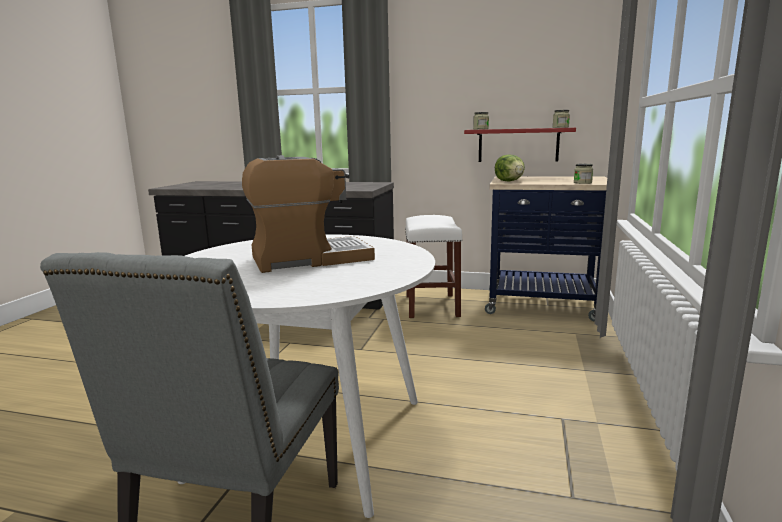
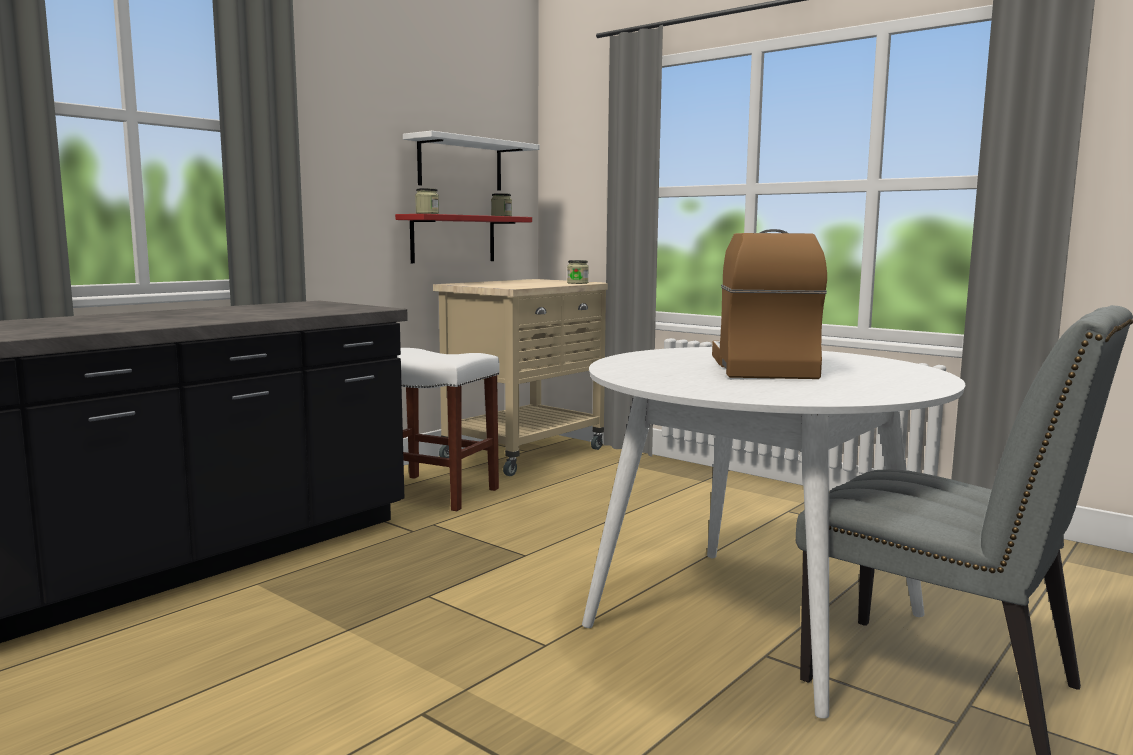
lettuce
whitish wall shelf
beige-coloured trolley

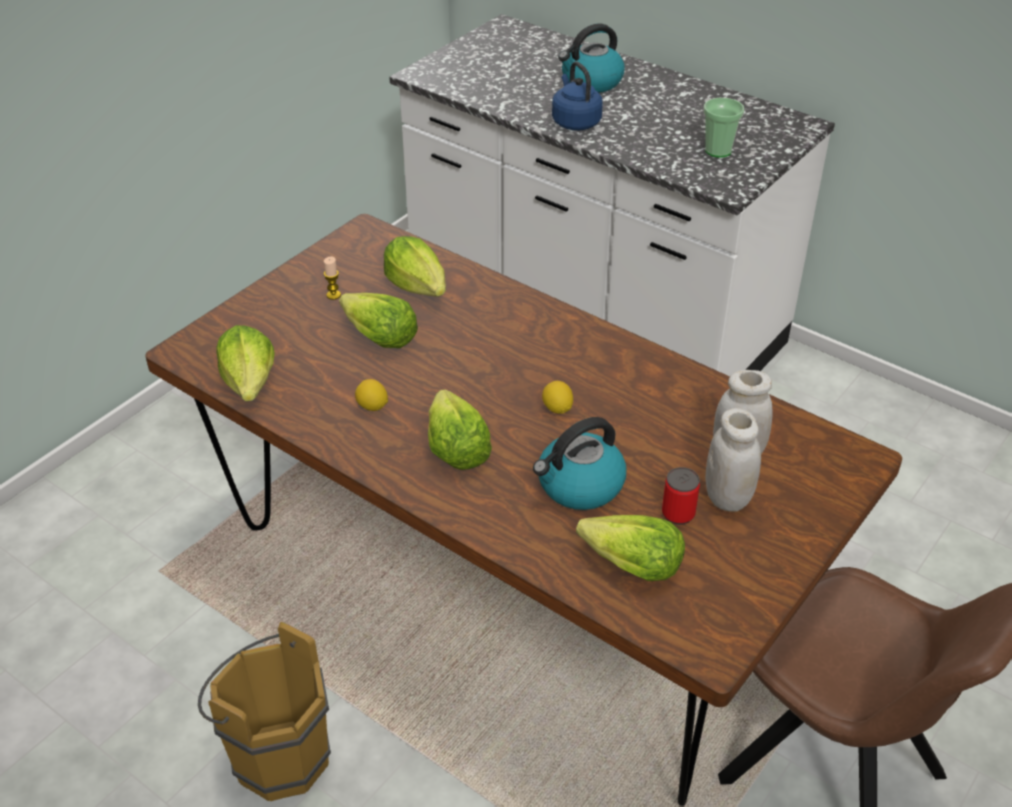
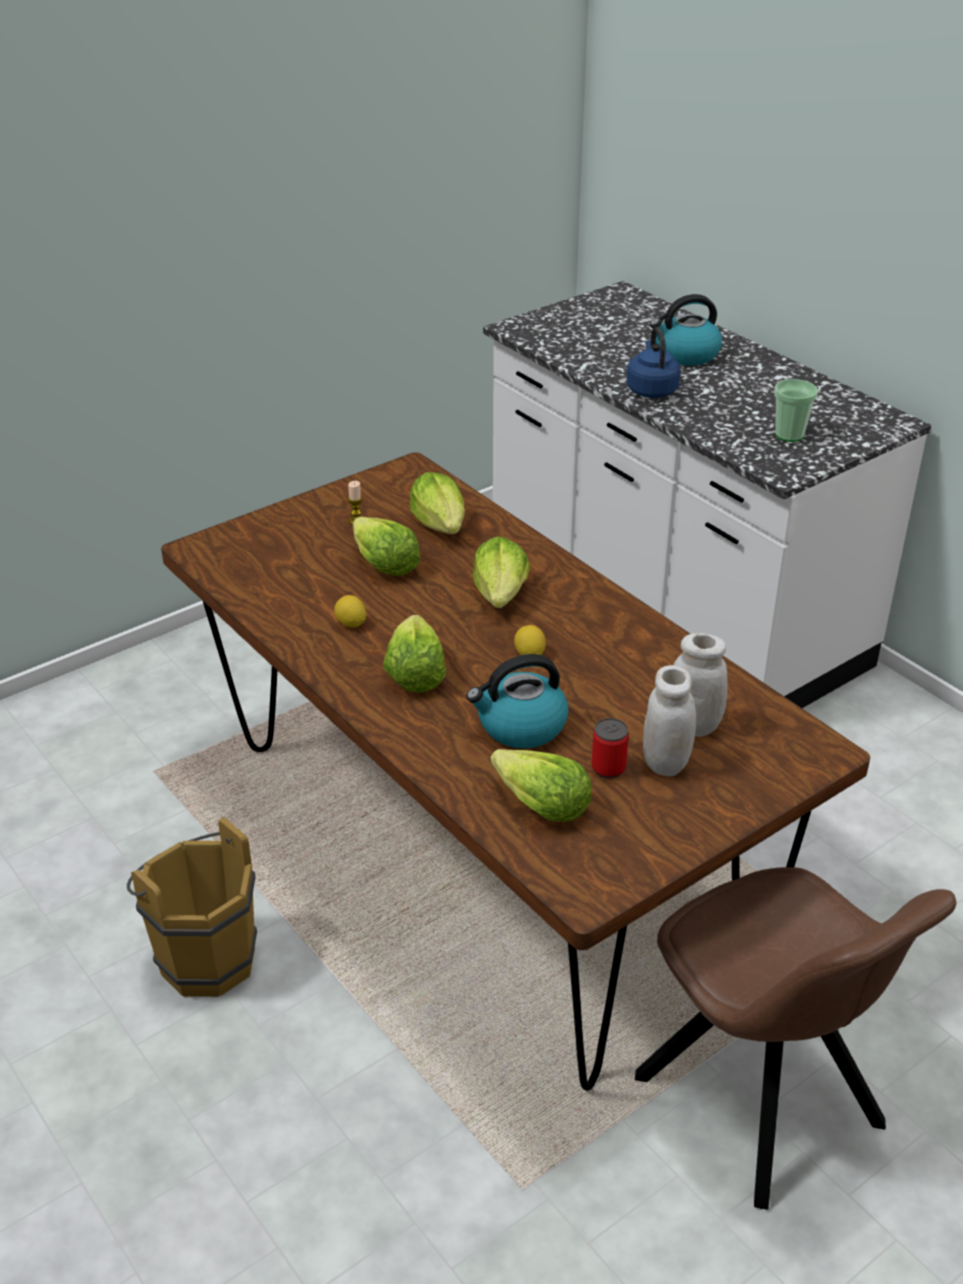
lettuce (no. 4 from left)

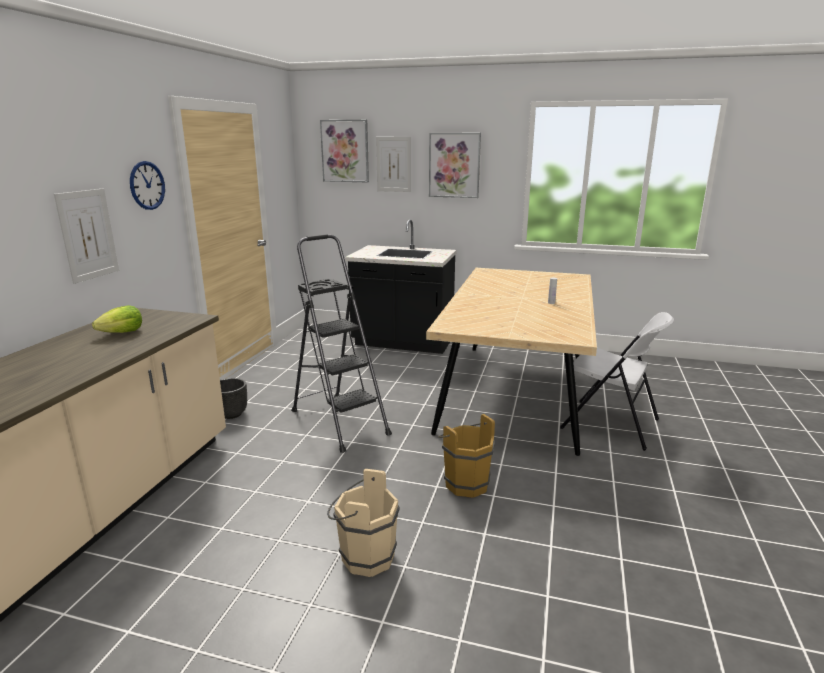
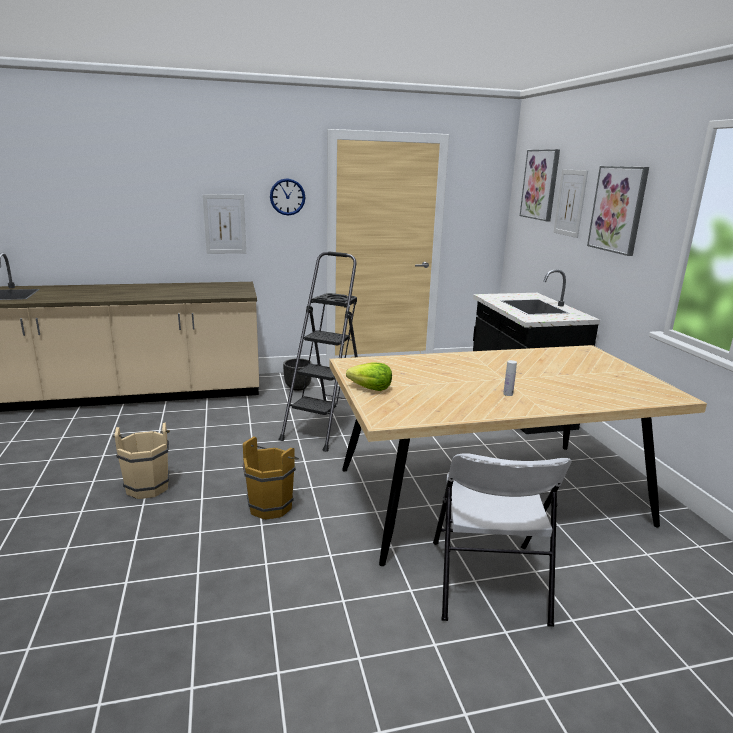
lettuce

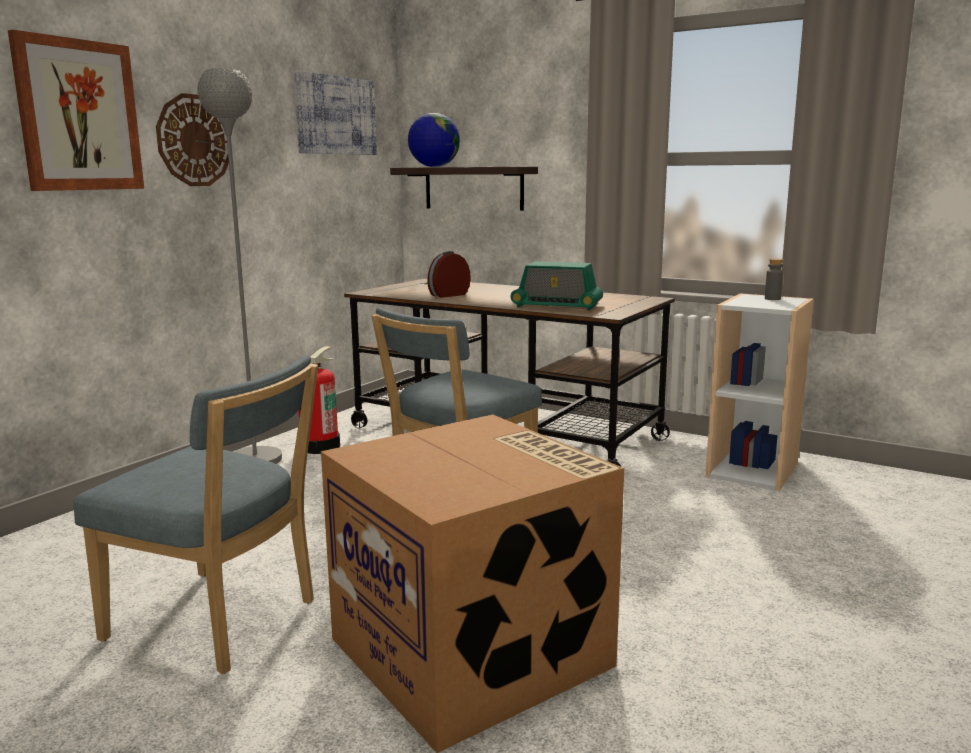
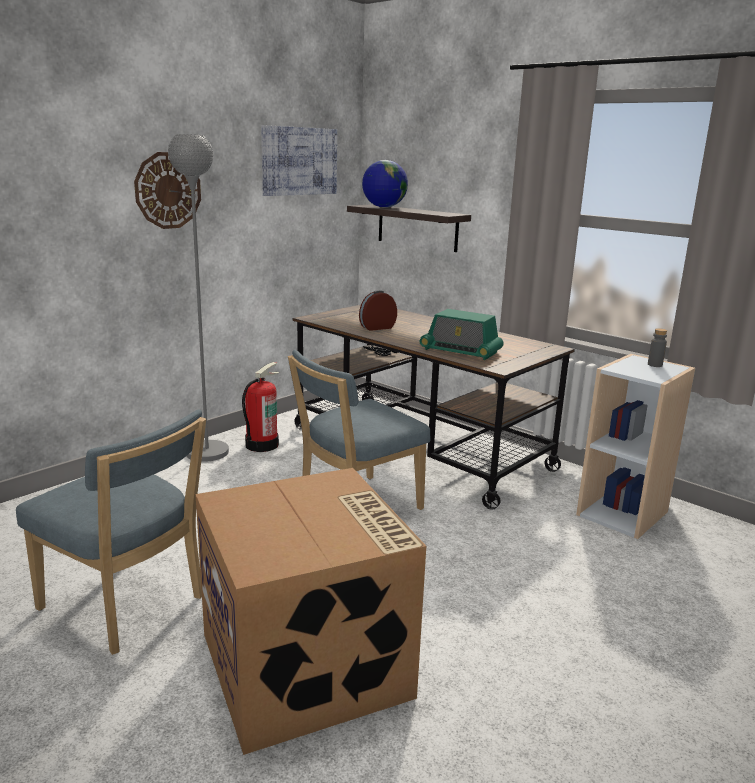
wall picture (no. 1 from left in the first image)

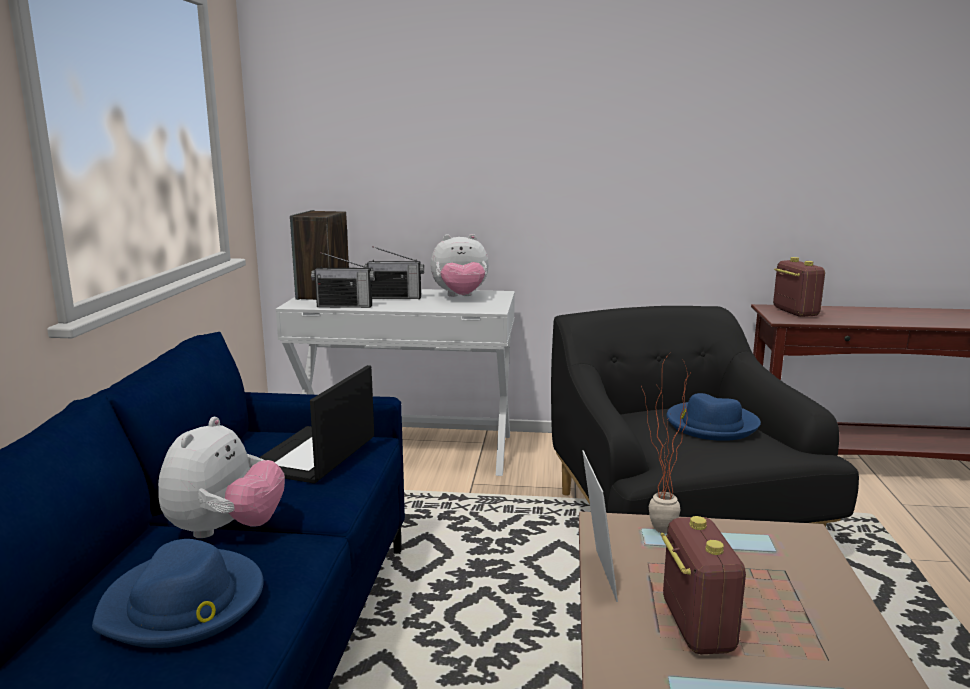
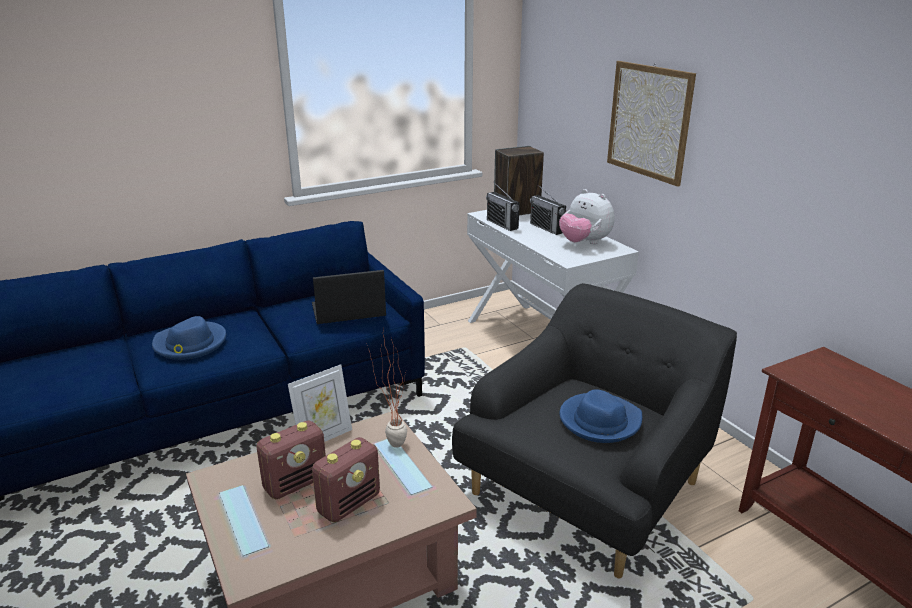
cuddly toy (no. 1 from left in the first image)
wall picture
radio set (no. 2 from left)

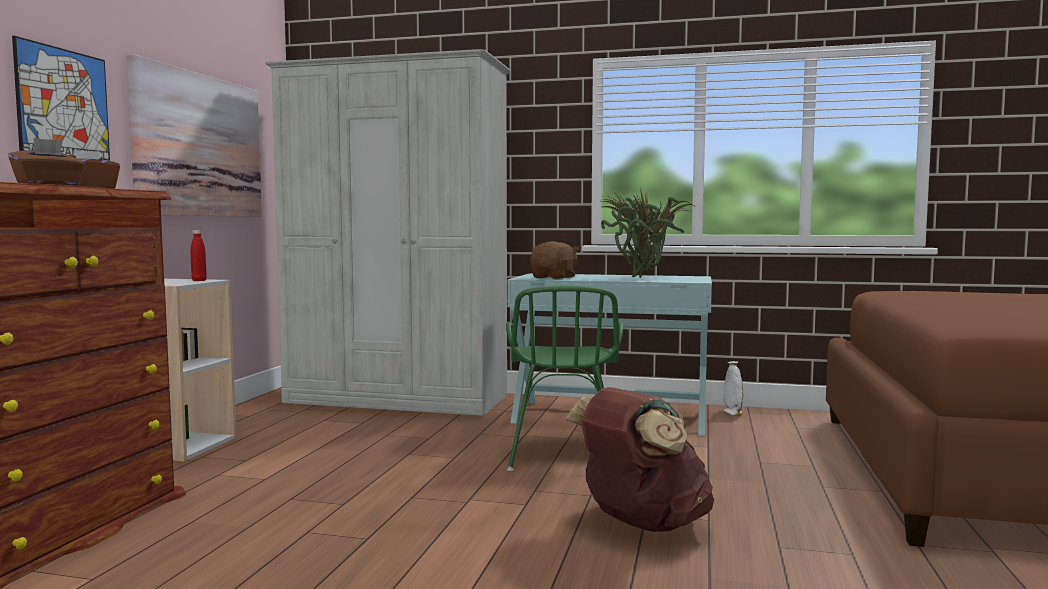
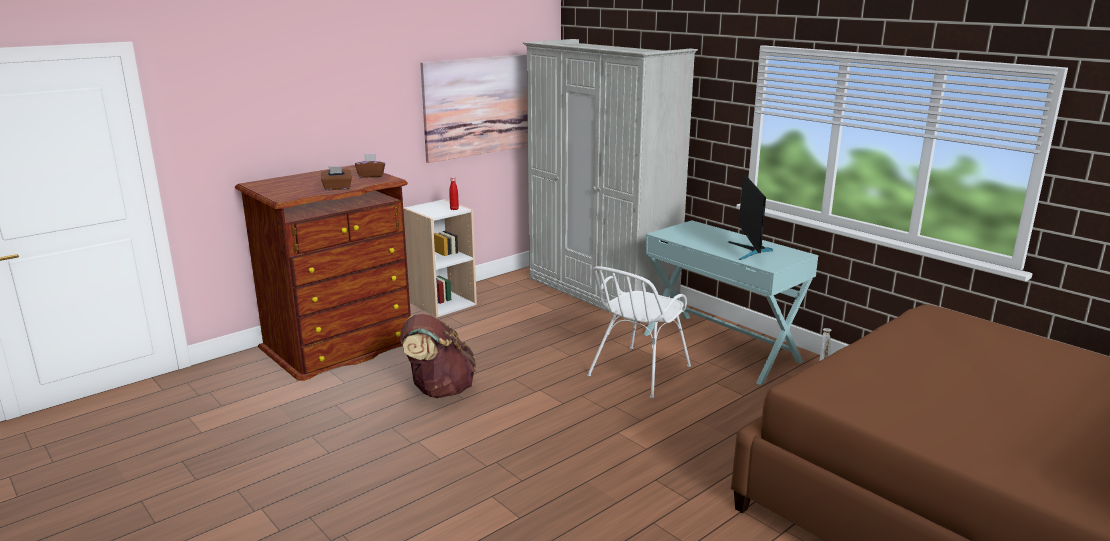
wall picture (no. 1 from left in the first image)
brown-coloured cuddly toy
brown-coloured rucksack
computer screen
whitish chair

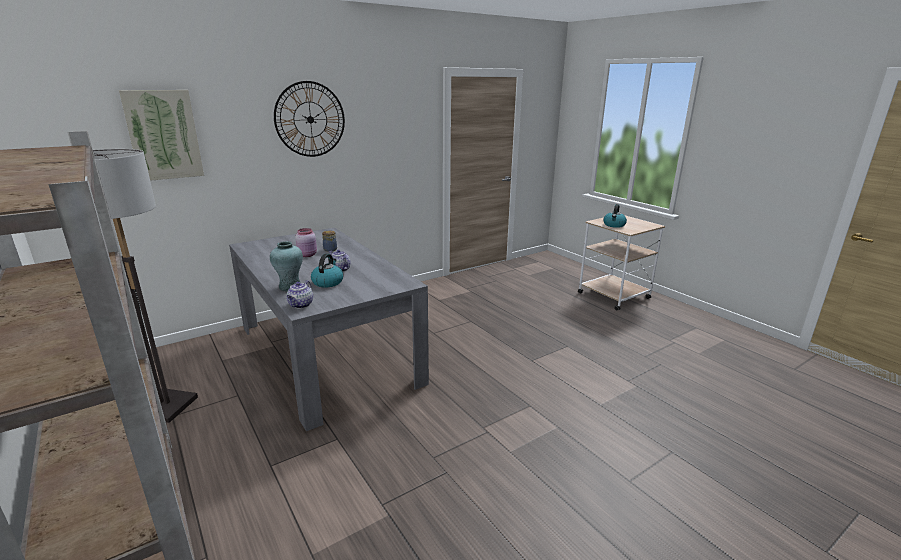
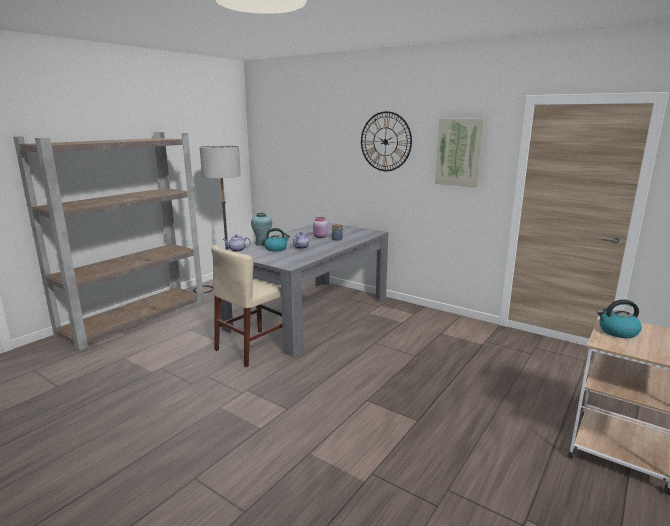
beige-coloured chair
wall picture

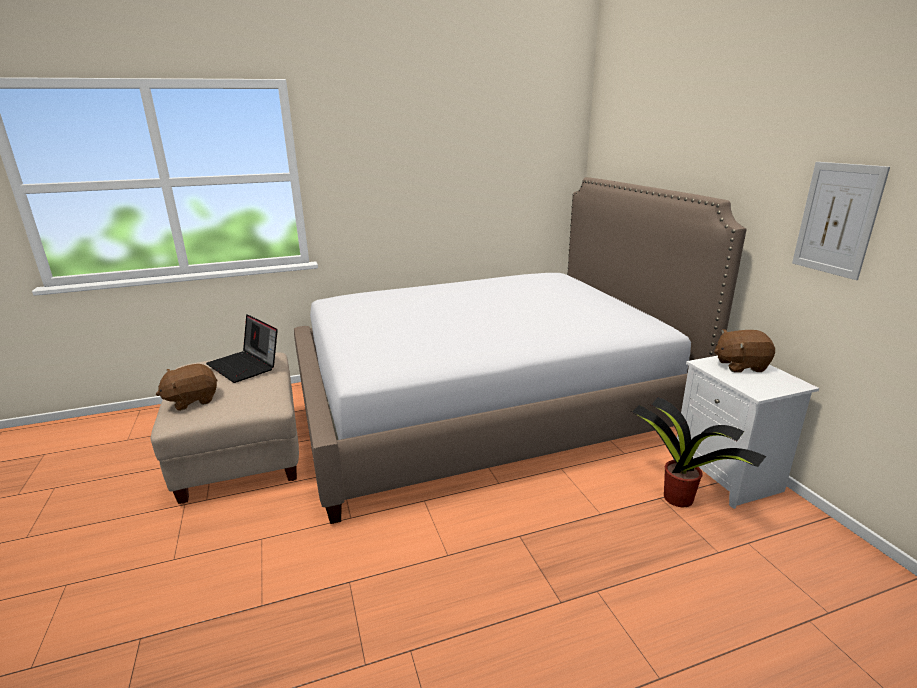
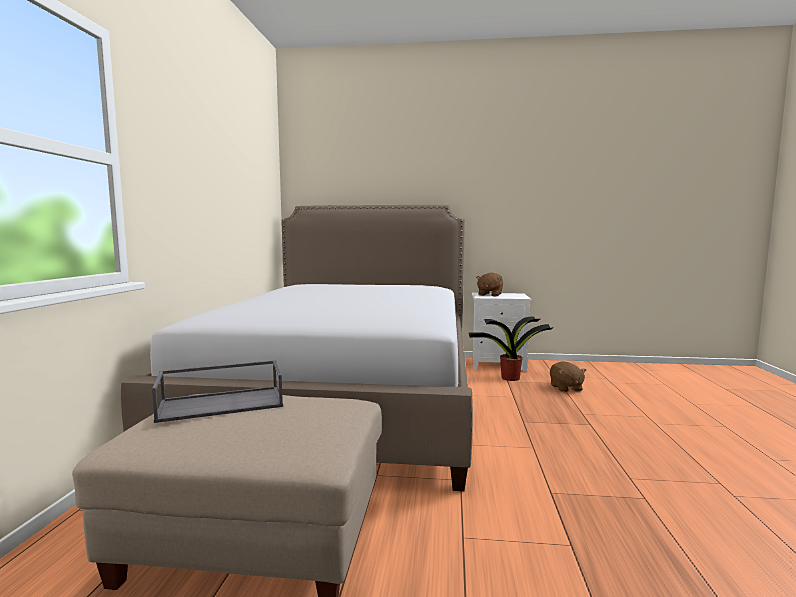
wall picture
brown-coloured cuddly toy (no. 2 from left)
greyish serving tray

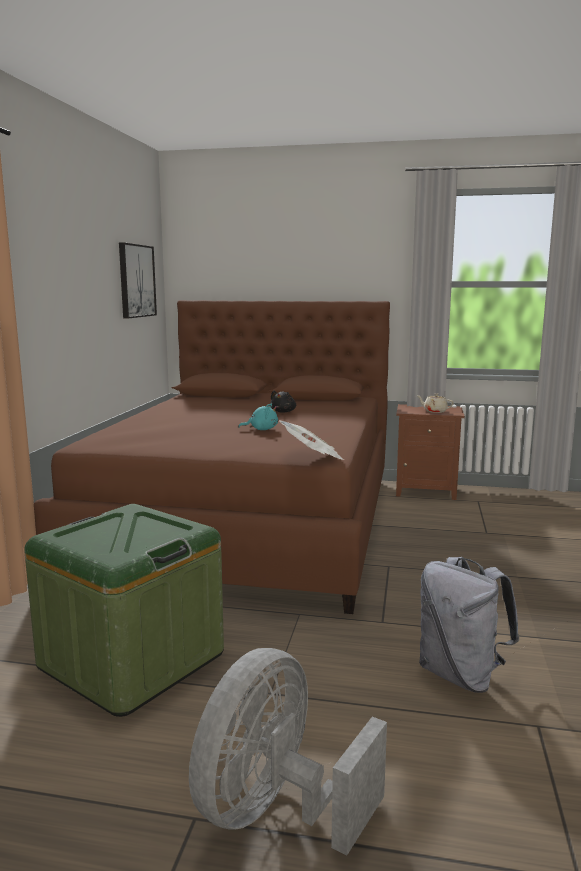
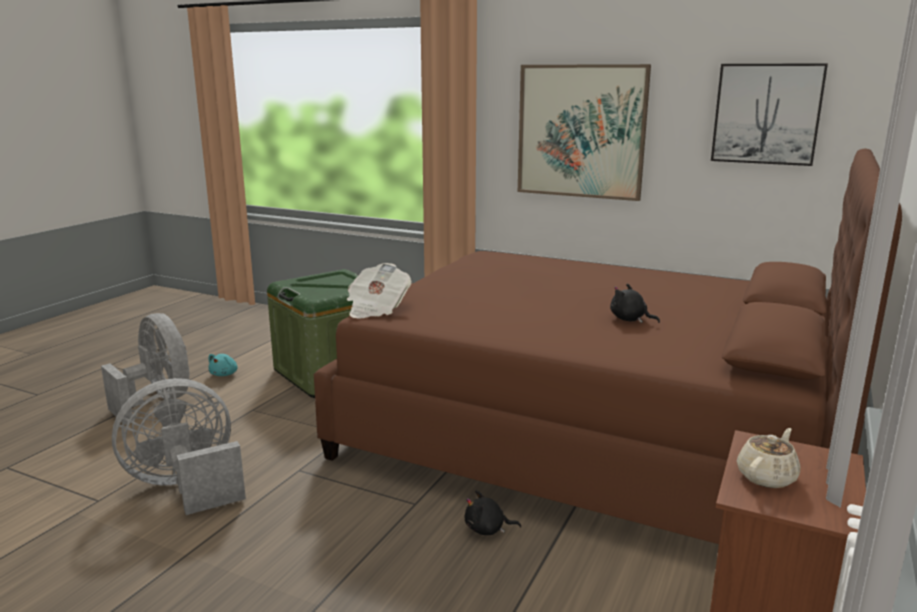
blackish cuddly toy (no. 1 from left)
wall picture (no. 1 from left)
turquoise-coloured cuddly toy
greyish cooling fan (no. 2 from left)

